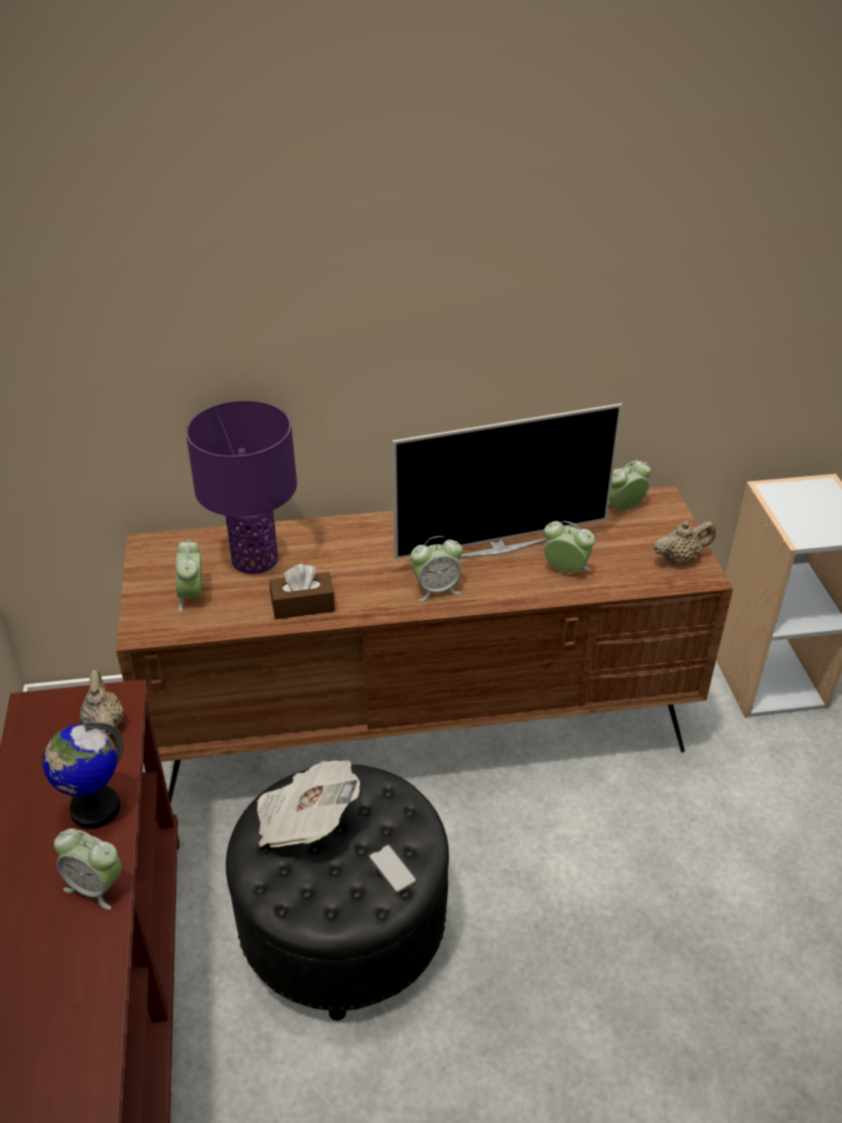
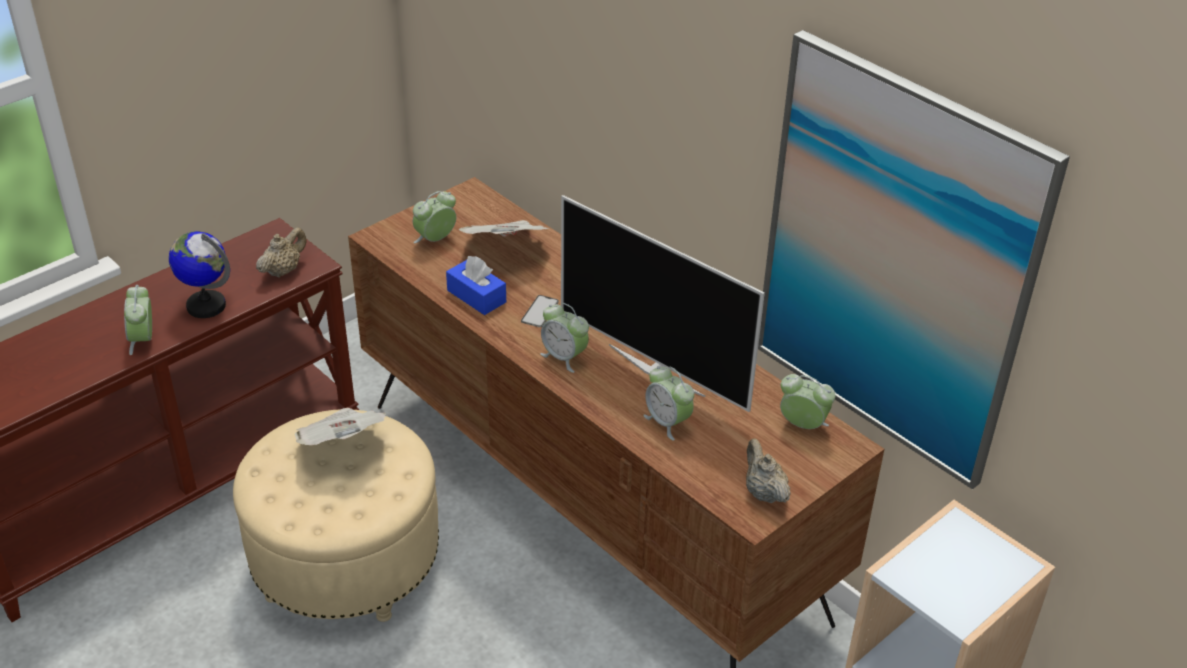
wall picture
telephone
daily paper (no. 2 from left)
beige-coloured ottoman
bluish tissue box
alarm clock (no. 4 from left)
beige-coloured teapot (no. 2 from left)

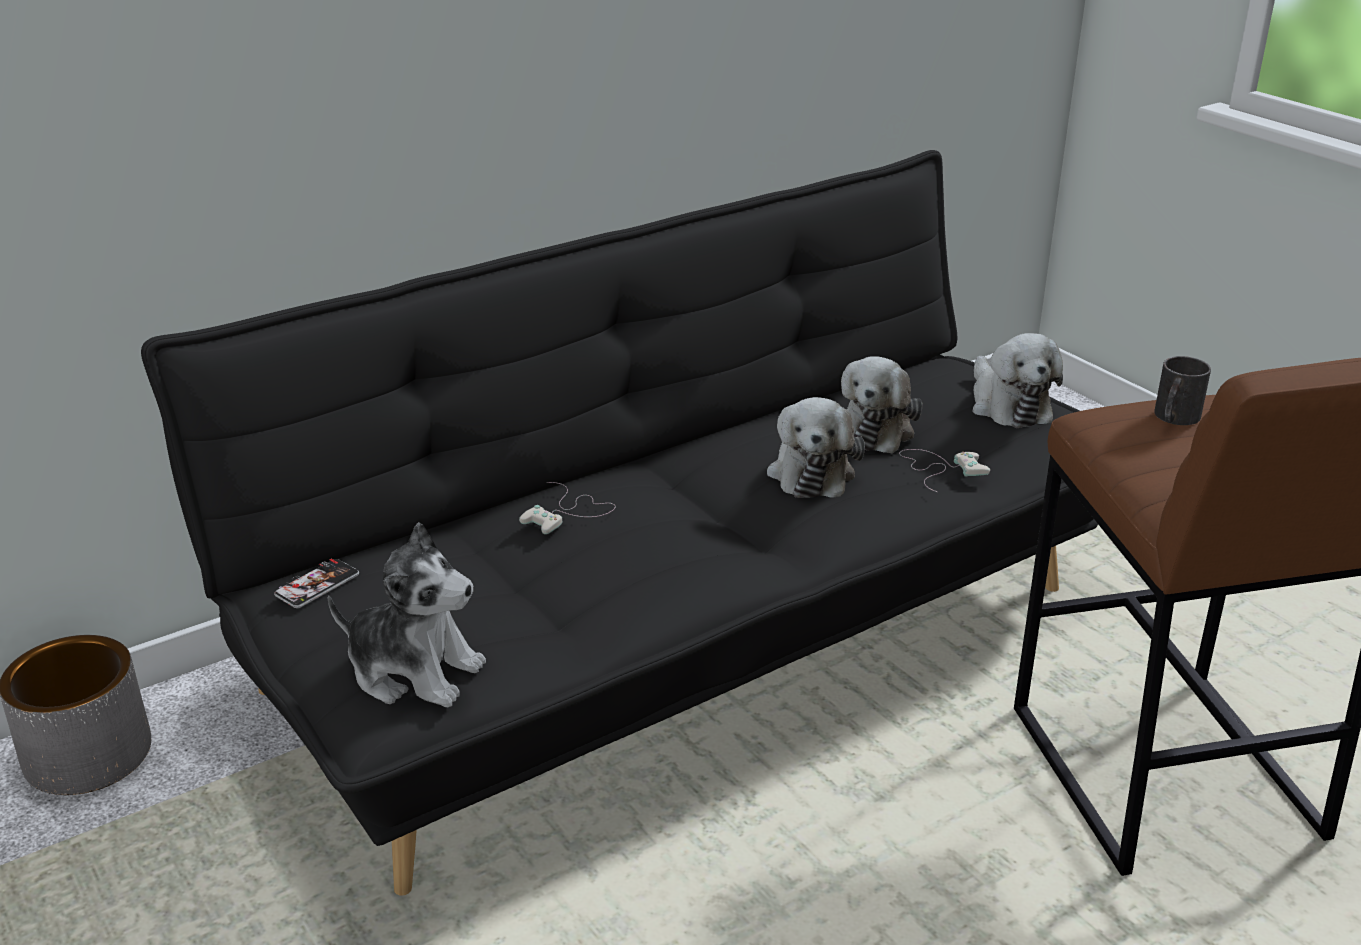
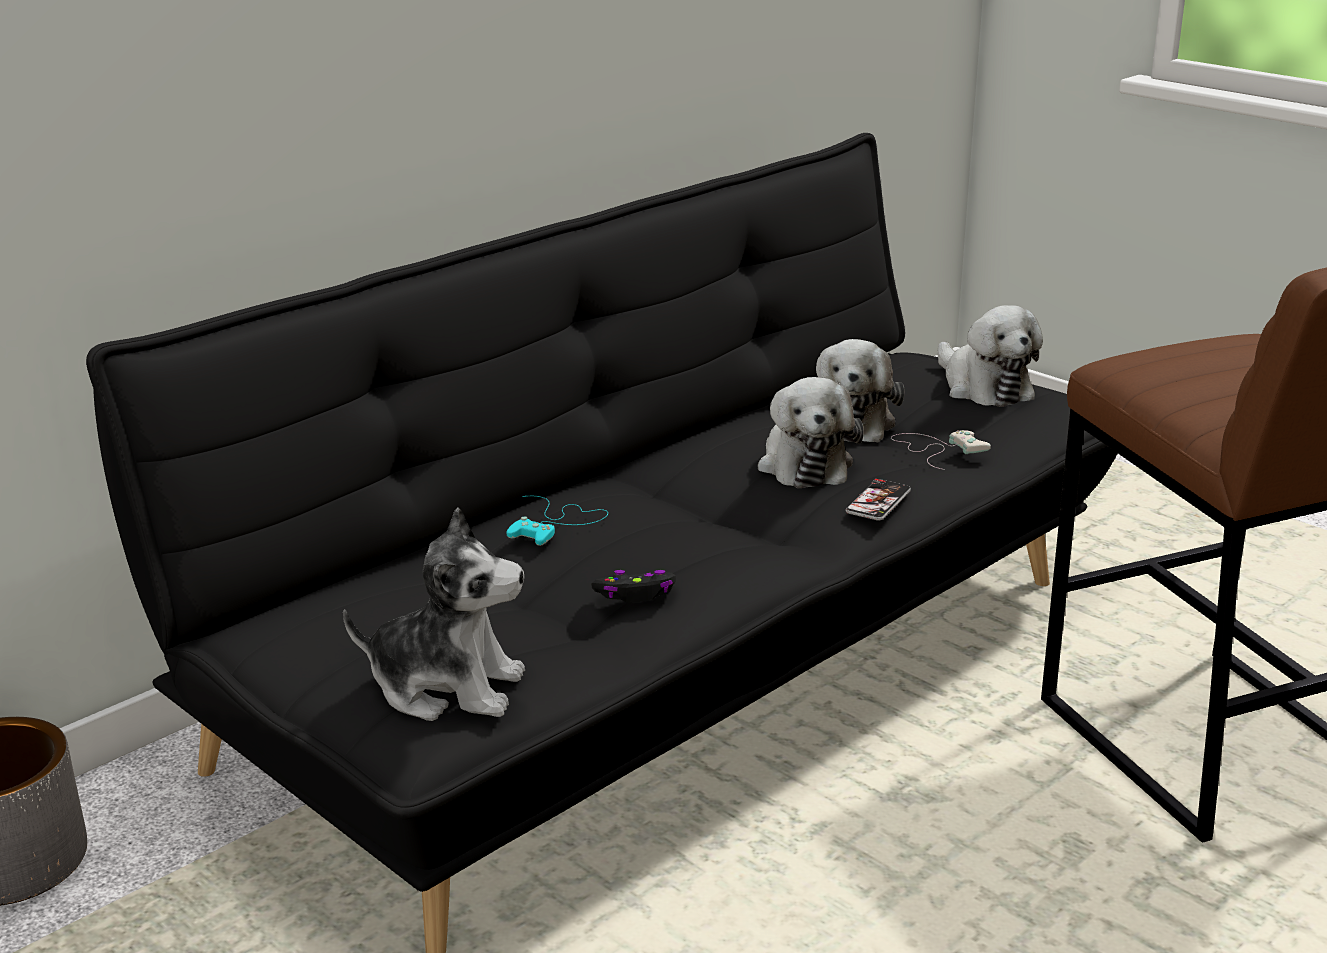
blackish mug
blackish joypad
telephone
turquoise-coloured joypad

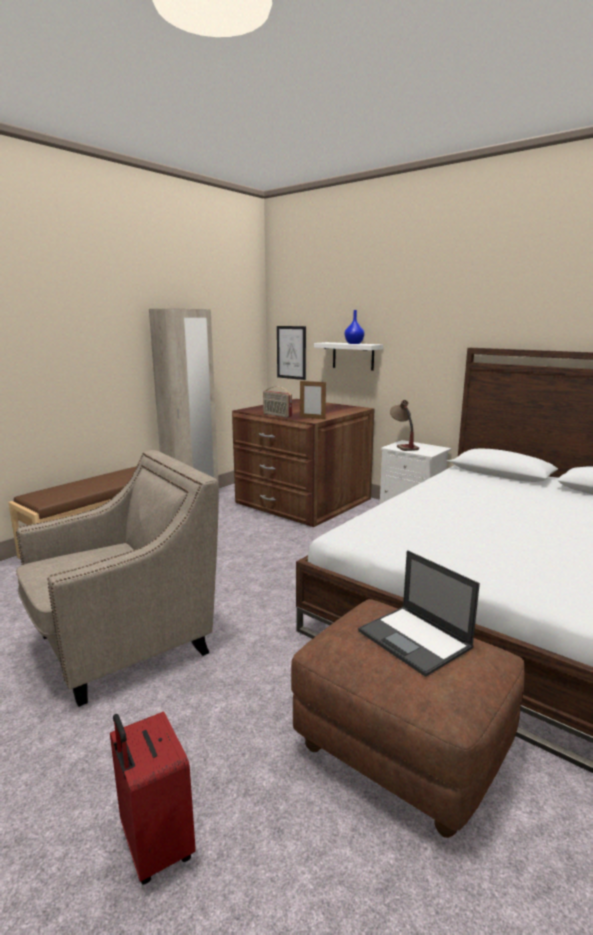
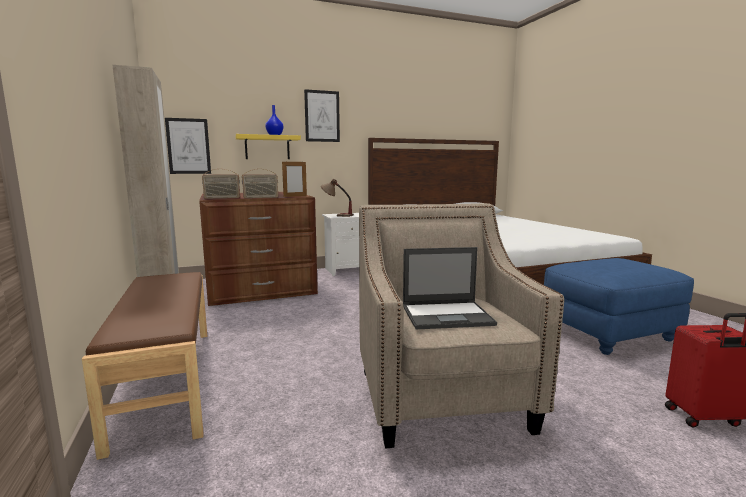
radio set (no. 1 from left)
wall picture (no. 2 from left)
notebook computer
bluish ottoman
yellowish wall shelf

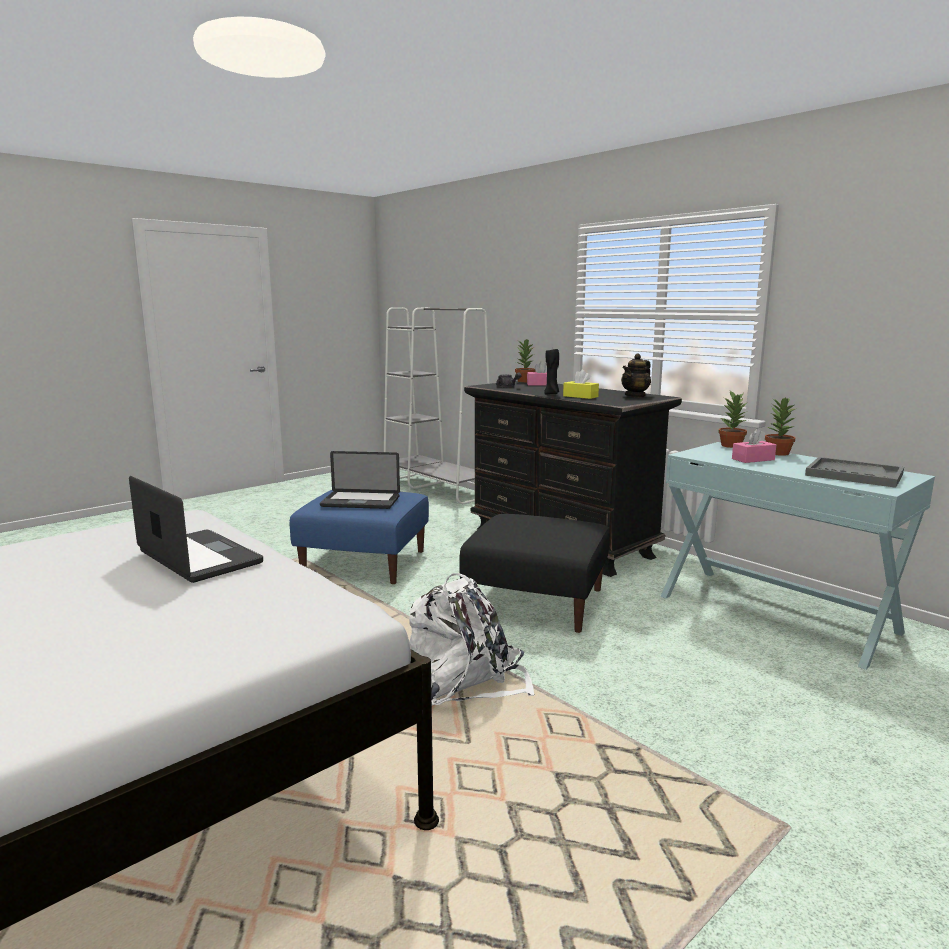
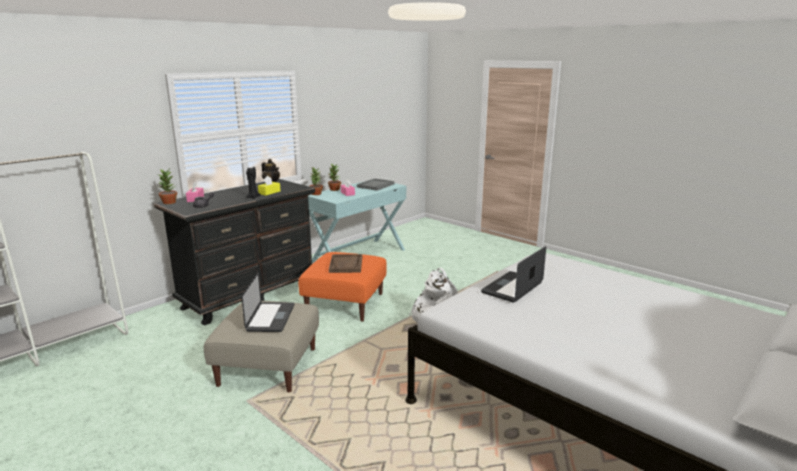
brown-coloured serving tray
beige-coloured ottoman
orange ottoman

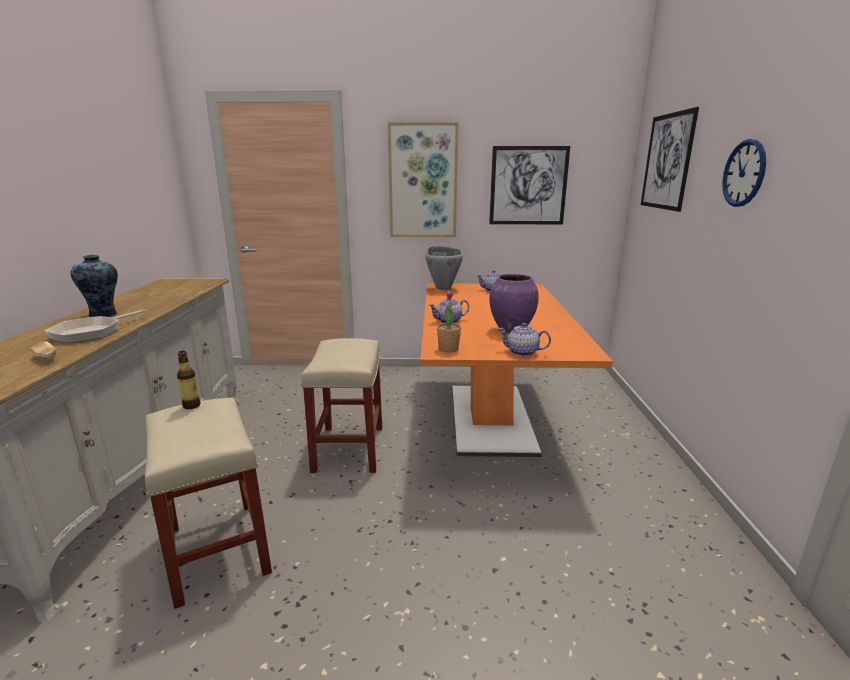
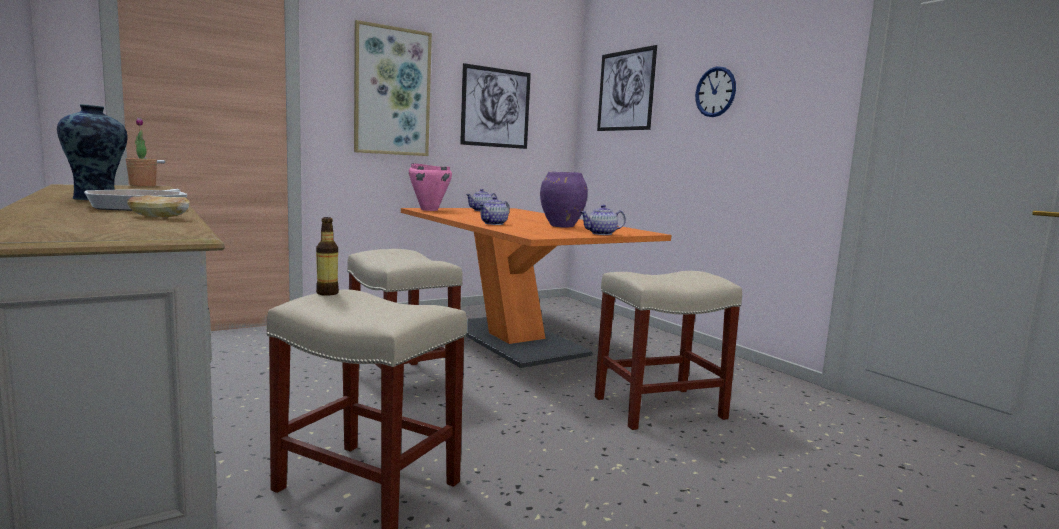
beige-coloured stool (no. 3 from left)
plant in a pot
pinkish saucepot

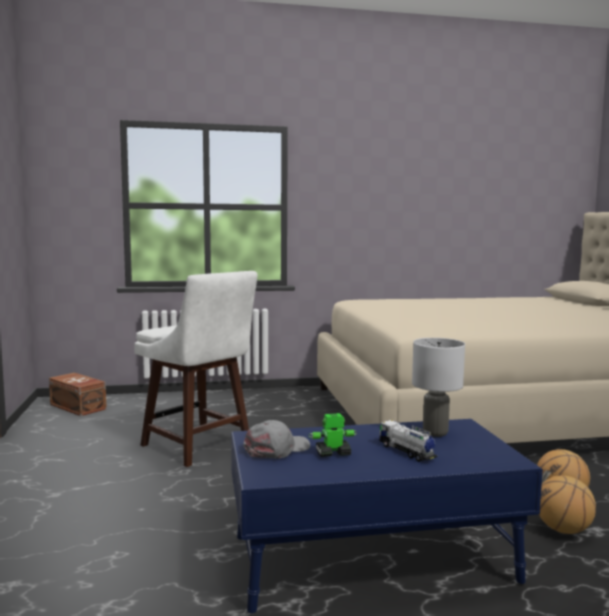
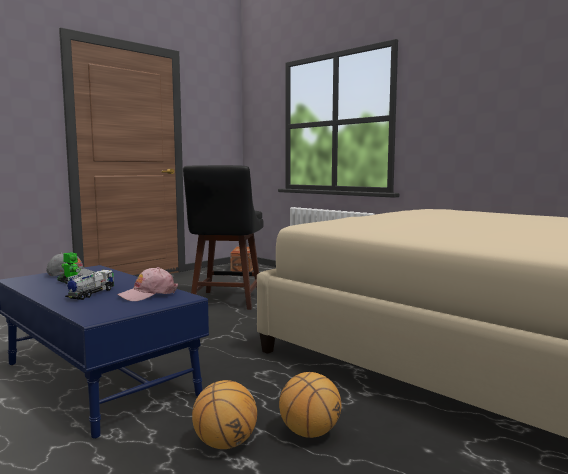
pinkish cap
blackish stool

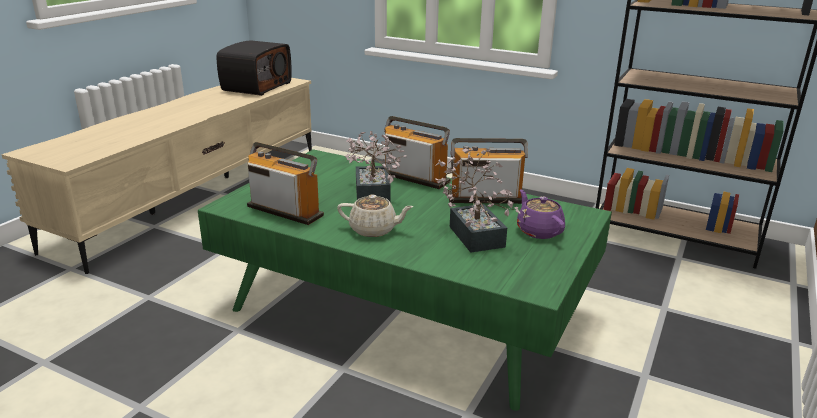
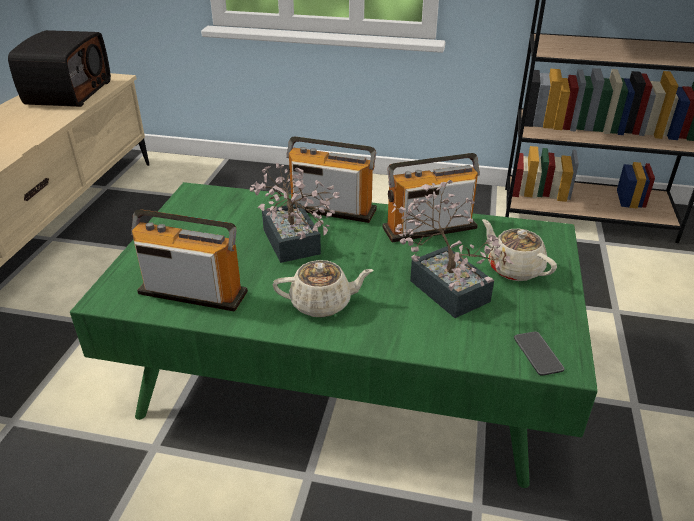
telephone
beige-coloured teapot (no. 2 from left)

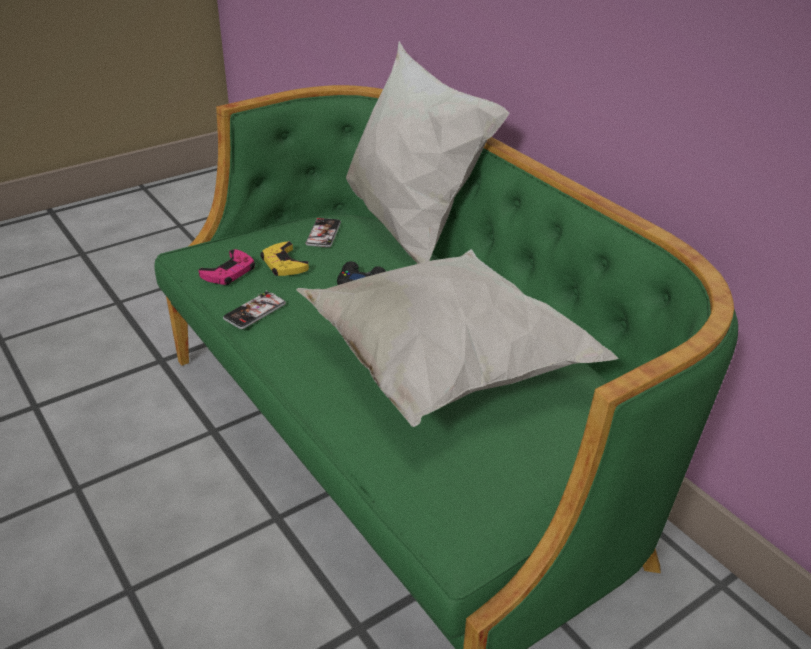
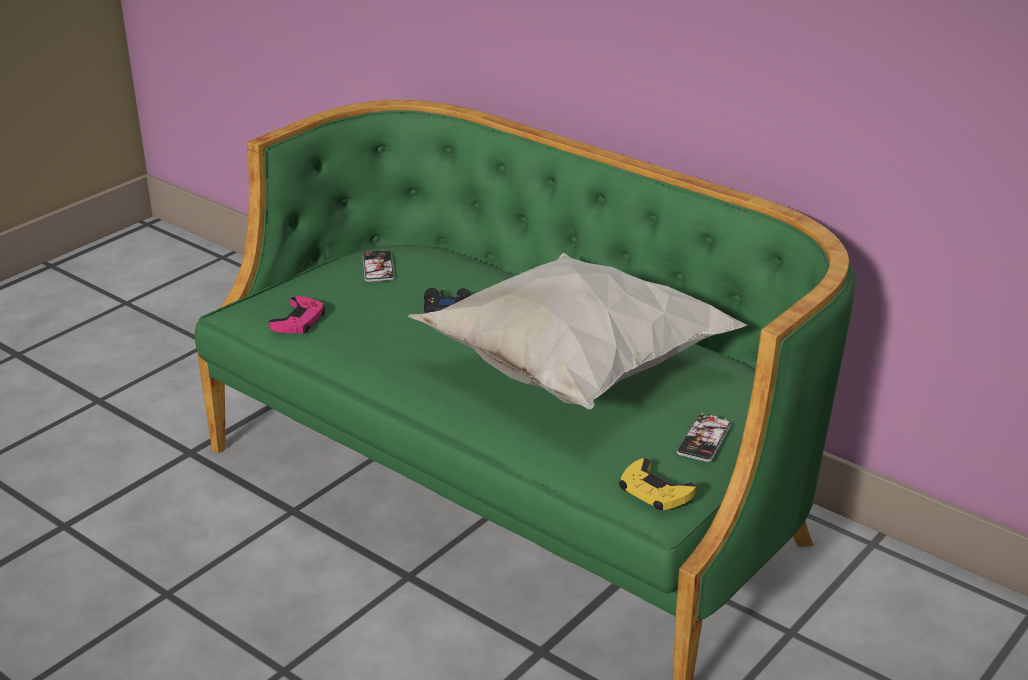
whitish pillow (no. 1 from left in the first image)
telephone (no. 2 from left)
yellowish joypad

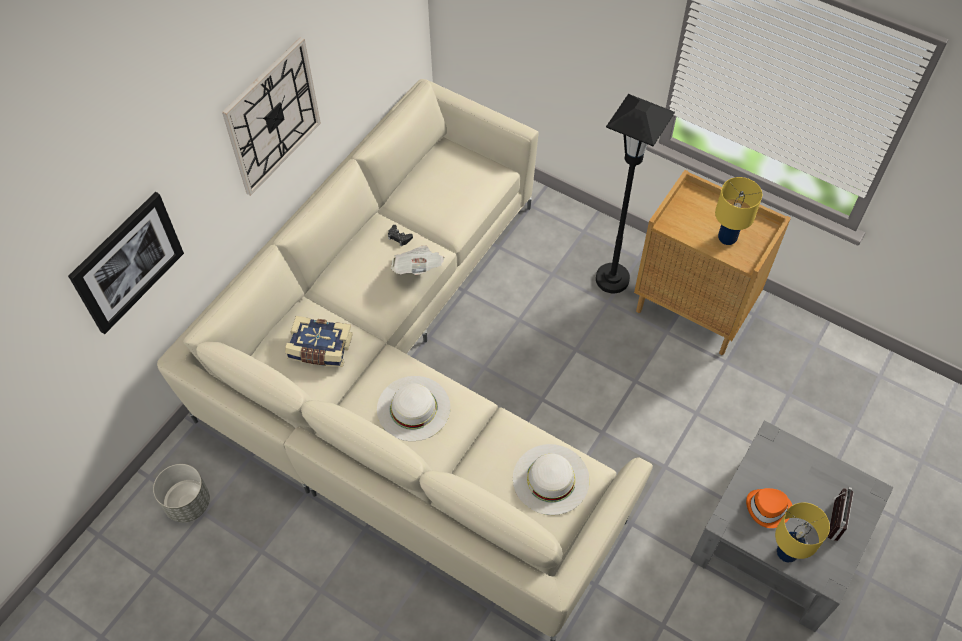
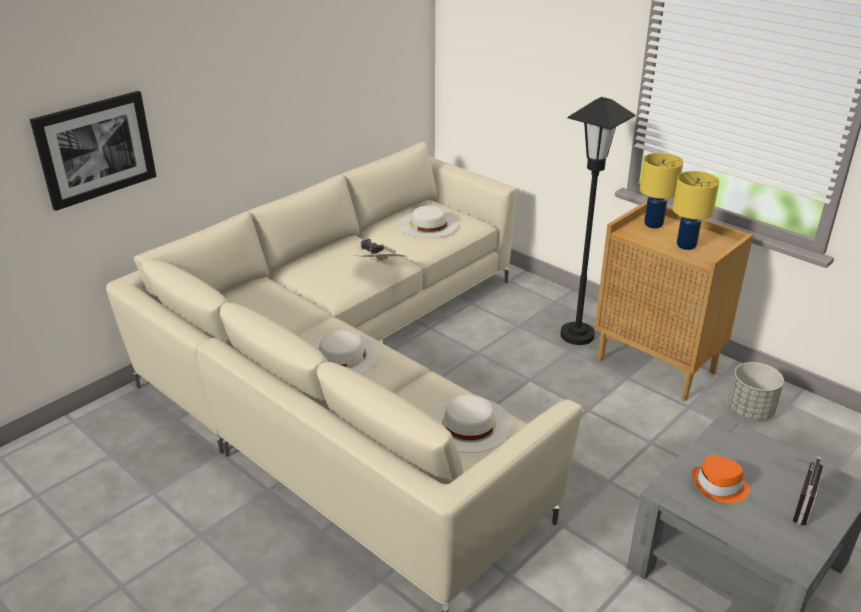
wall clock
volume
whitish hat (no. 2 from left)
greyish flower pot
yellowish table lamp (no. 1 from left)

